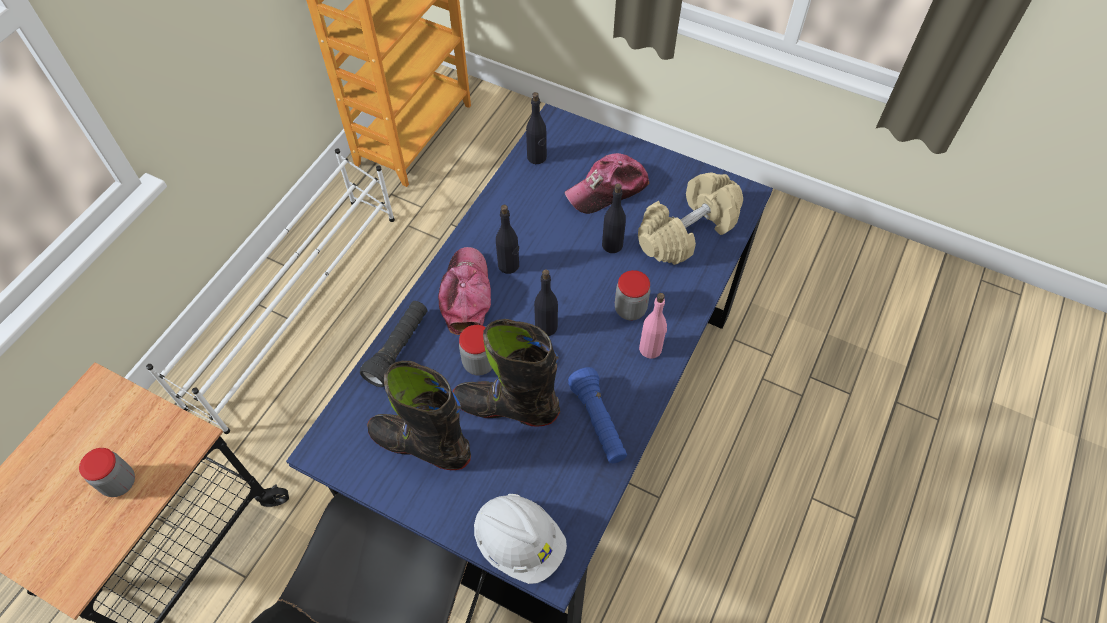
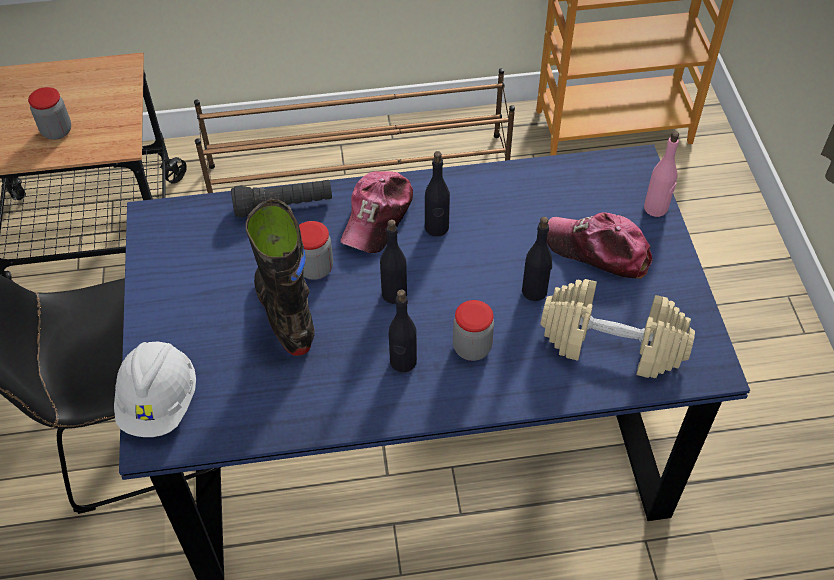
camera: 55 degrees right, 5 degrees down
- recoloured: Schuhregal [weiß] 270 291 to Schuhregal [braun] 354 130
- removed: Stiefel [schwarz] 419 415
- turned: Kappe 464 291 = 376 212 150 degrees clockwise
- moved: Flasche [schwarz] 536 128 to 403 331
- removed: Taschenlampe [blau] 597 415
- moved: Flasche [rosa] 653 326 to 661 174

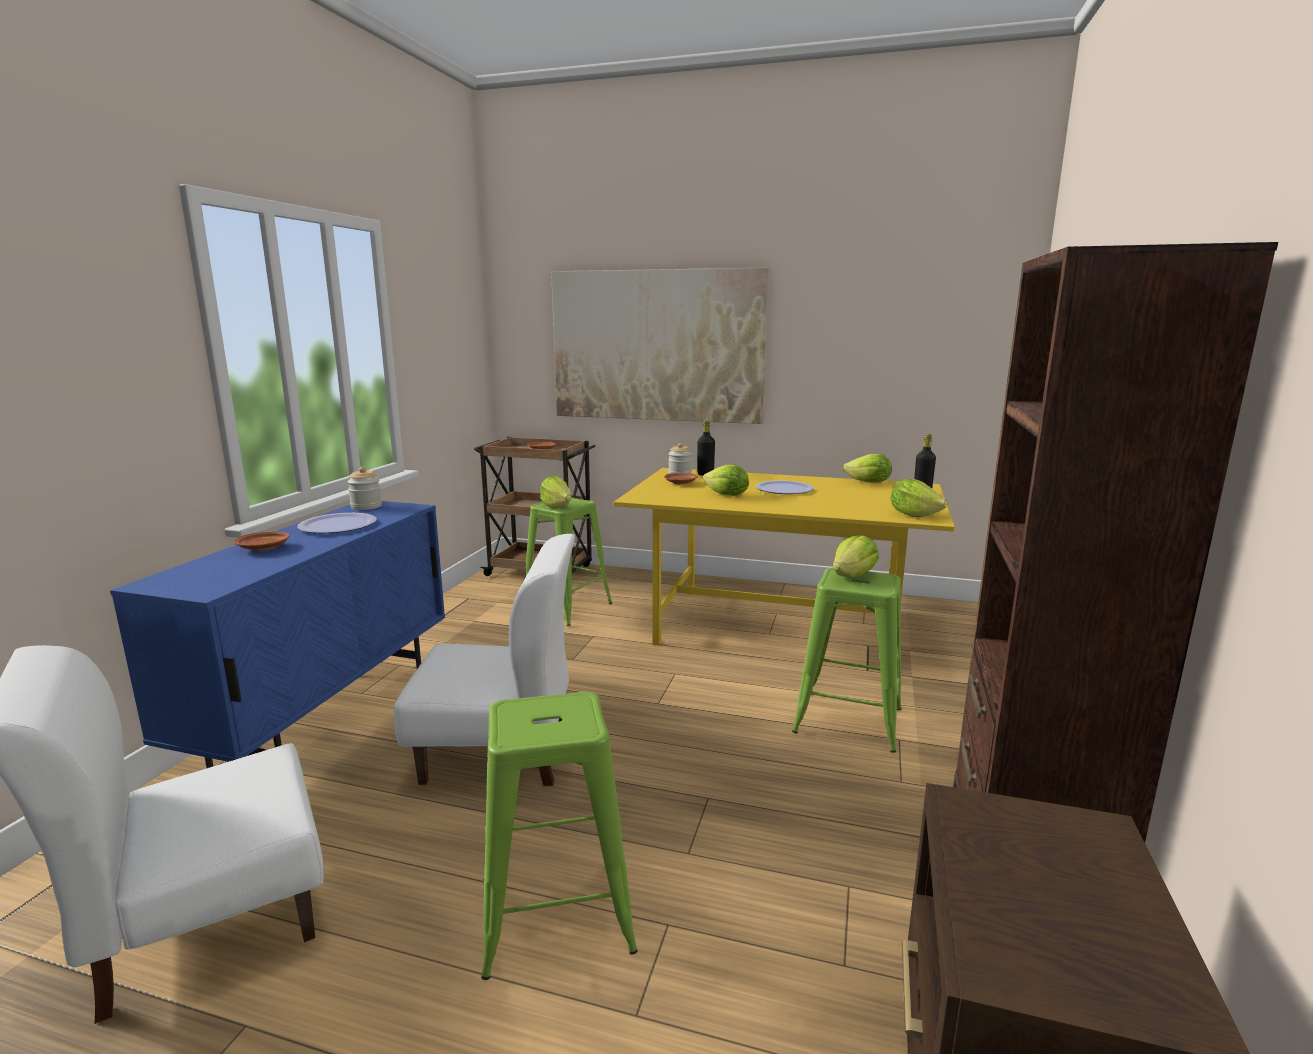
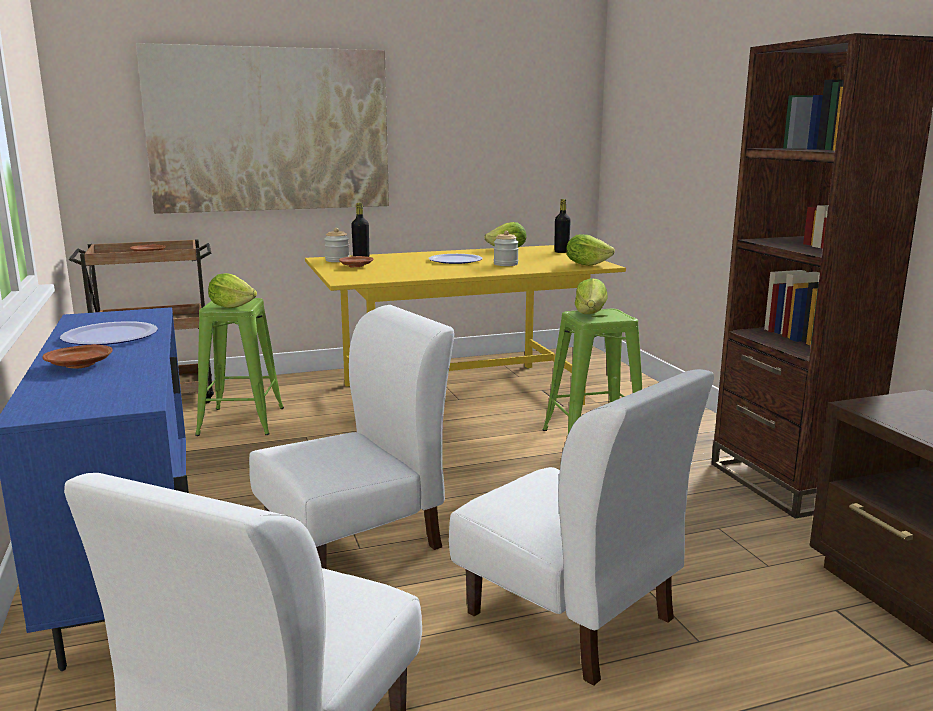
camera: 35 degrees left, 0 degrees up
- moved: Vorratsglas 364 488 to 506 248
- replaced: Hocker [grün] 559 836 to Stuhl [weiß] 581 527
- removed: Salatkopf 726 480

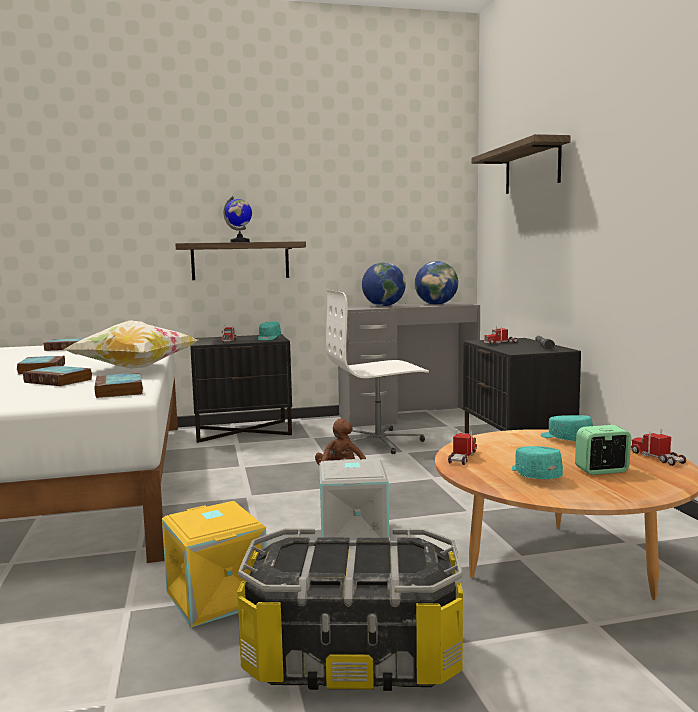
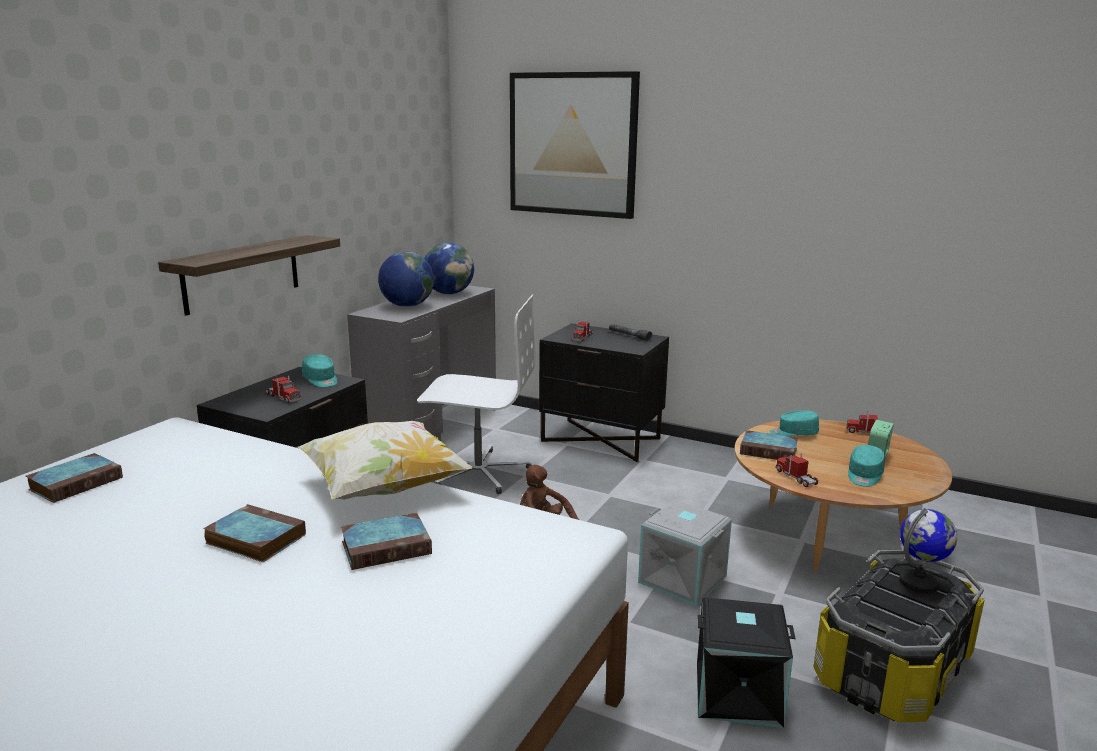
camera: 50 degrees left, 10 degrees up
- moved: Buch 118 385 to 769 445
- recoloured: Aufbewahrungsbox [gelb] 214 564 to Aufbewahrungsbox [schwarz] 746 662
- moved: Globus 238 219 to 928 551
- turned: Bürostuhl [weiß] 377 372 = 476 394 105 degrees counterclockwise
- replaced: Wandregal 521 164 to Bild 575 145
- turned: Kappe [türkis] 537 462 = 866 466 90 degrees counterclockwise

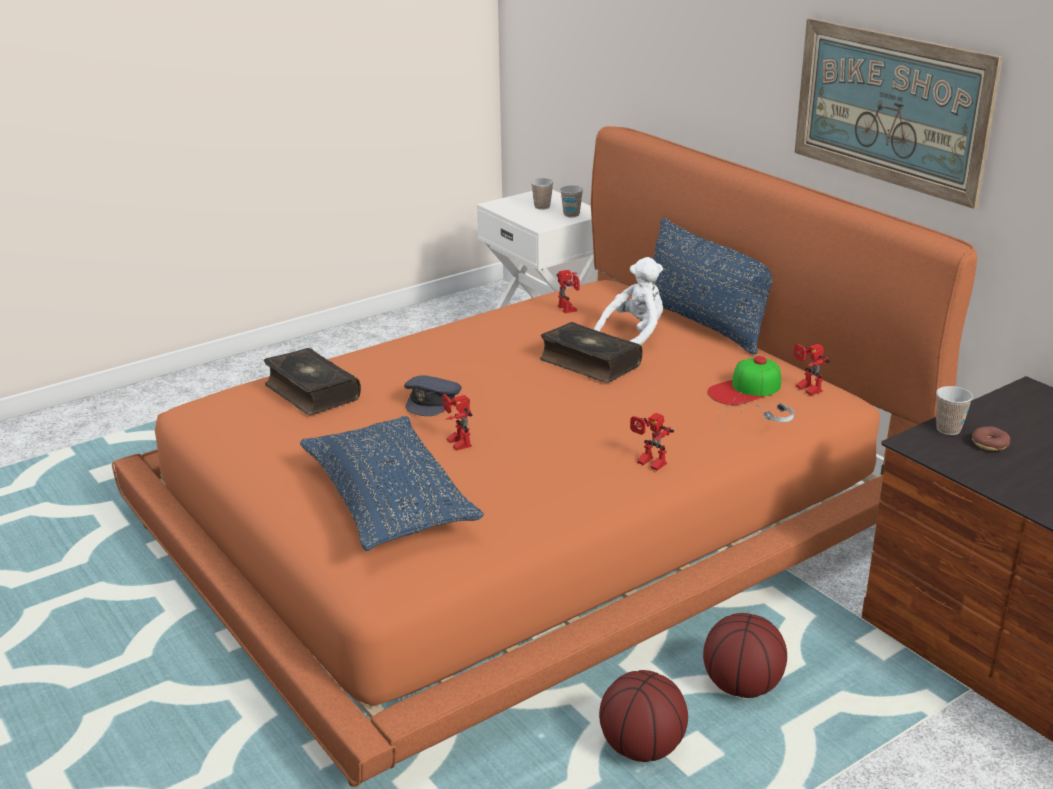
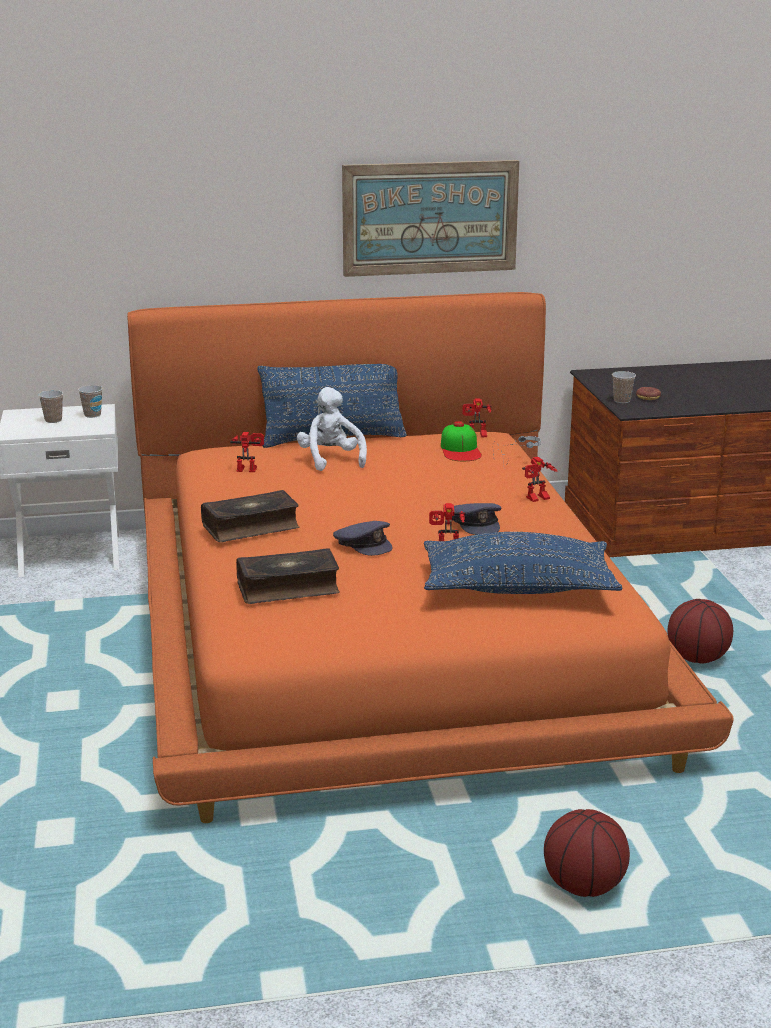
camera: 65 degrees left, 5 degrees down
- moved: Buch 591 352 to 250 516
- moved: Basketball 745 655 to 587 853
- added: Kappe [grau] 476 519

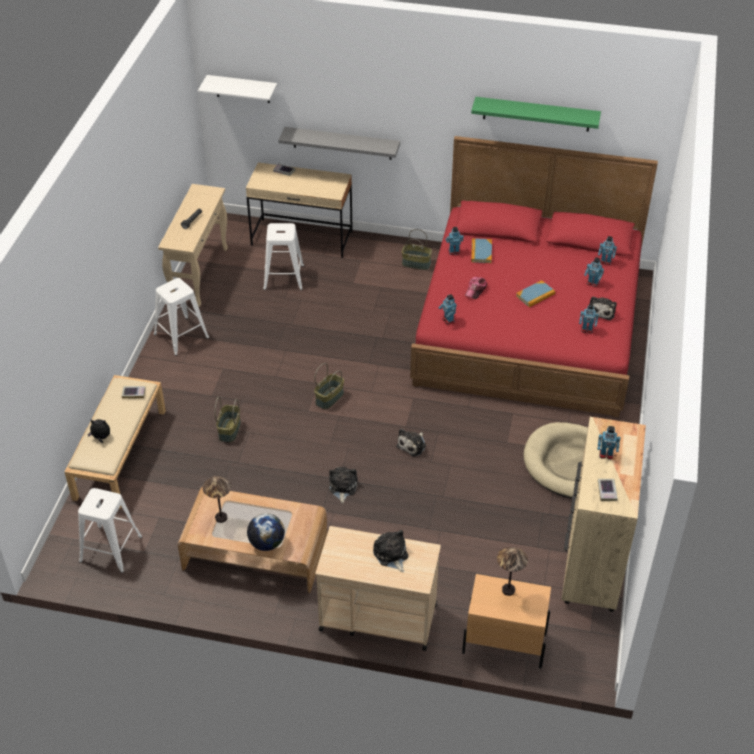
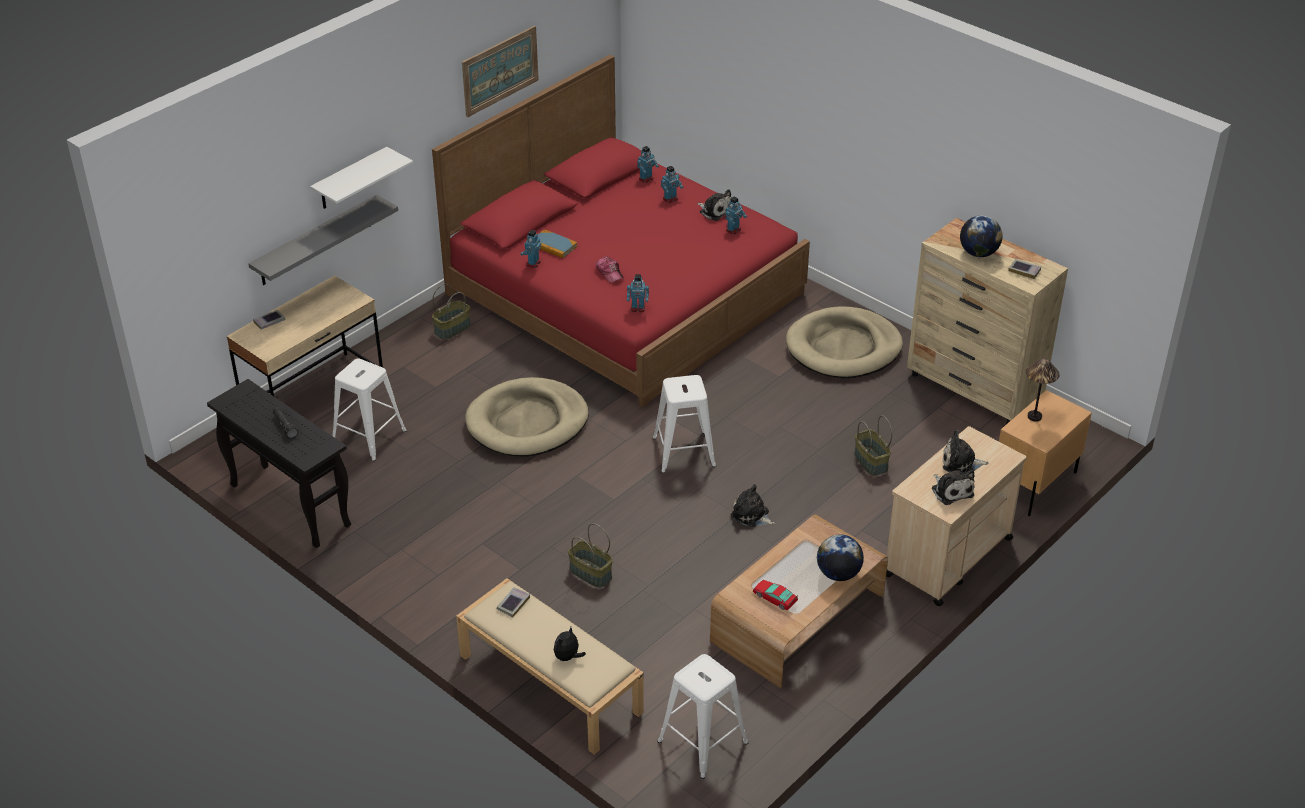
camera: 60 degrees left, 5 degrees down
- moved: Hocker [weiß] 181 317 to 684 424
- recoloured: Konsolentisch [beige] 193 245 to Konsolentisch [schwarz] 279 463
- moved: Wandregal [weiß] 237 89 to 361 178
- replaced: Tischlampe 217 499 to Spielzeugauto 775 595
- moved: Korb 329 386 to 873 445
- moved: Plüschtier 411 443 to 953 487
- replaced: Wandregal [grün] 536 114 to Bild 500 71
- removed: Buch 535 293
- replaced: Spielzeugroboter 608 442 to Globus 981 236
- added: Hundebett [beige] 527 417

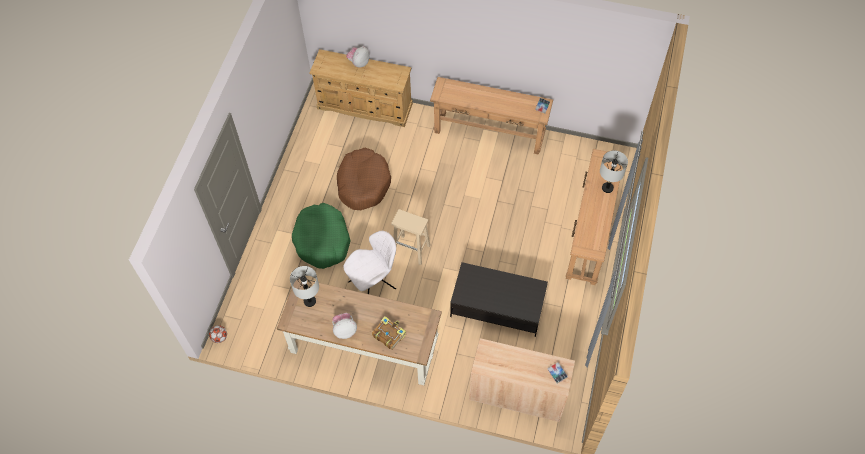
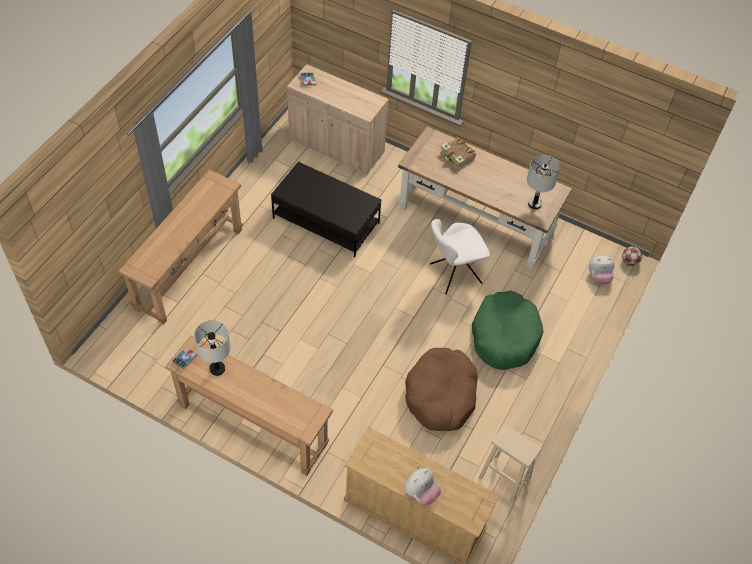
camera: 170 degrees left, 5 degrees down
- moved: Plüschtier 344 326 to 601 270
- moved: Hocker [beige] 410 237 to 510 463
- moved: Tischlampe [grau] 614 171 to 212 348

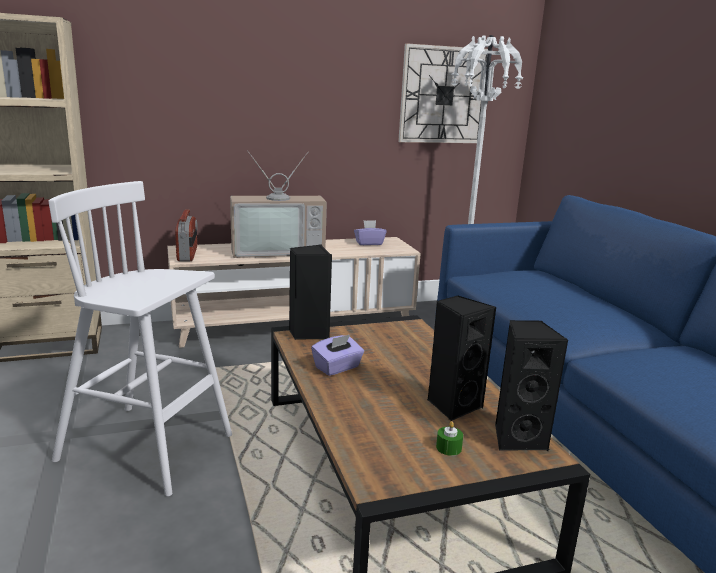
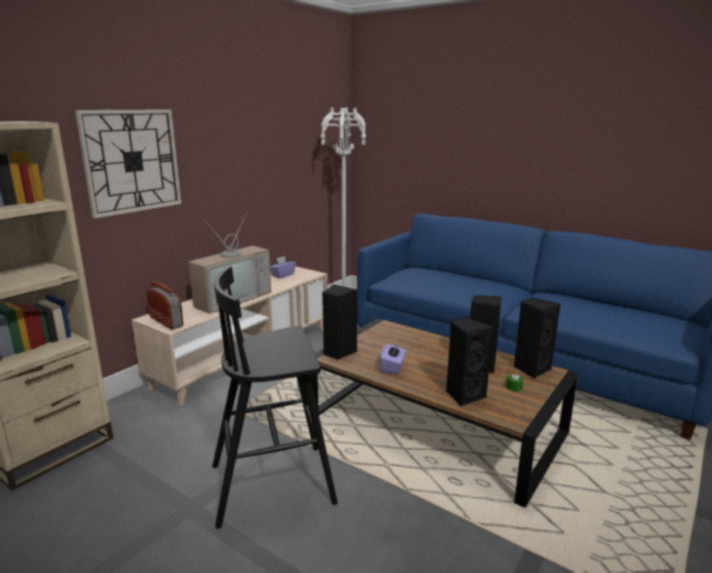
camera: 35 degrees left, 0 degrees up
- recoloured: Hocker [weiß] 140 338 to Hocker [schwarz] 275 398
- moved: Wanduhr 443 93 to 128 163
- added: Lautsprecher [schwarz] 469 361

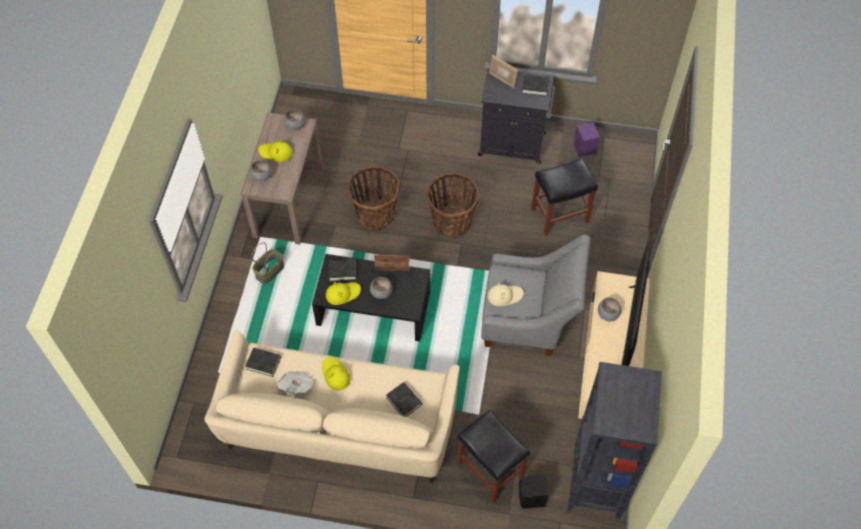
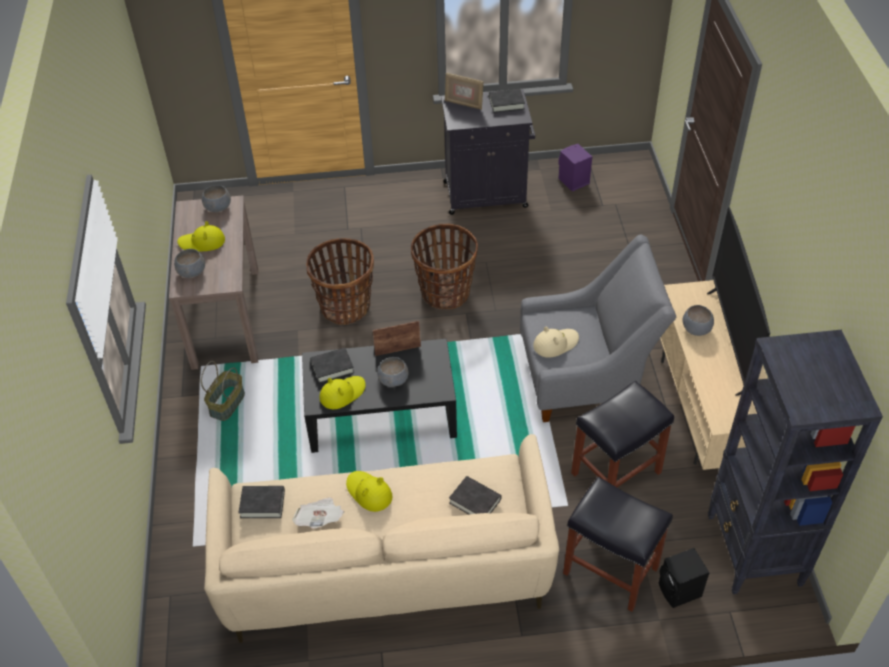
camera: 15 degrees left, 10 degrees down
- moved: Hocker [schwarz] 564 197 to 622 434

